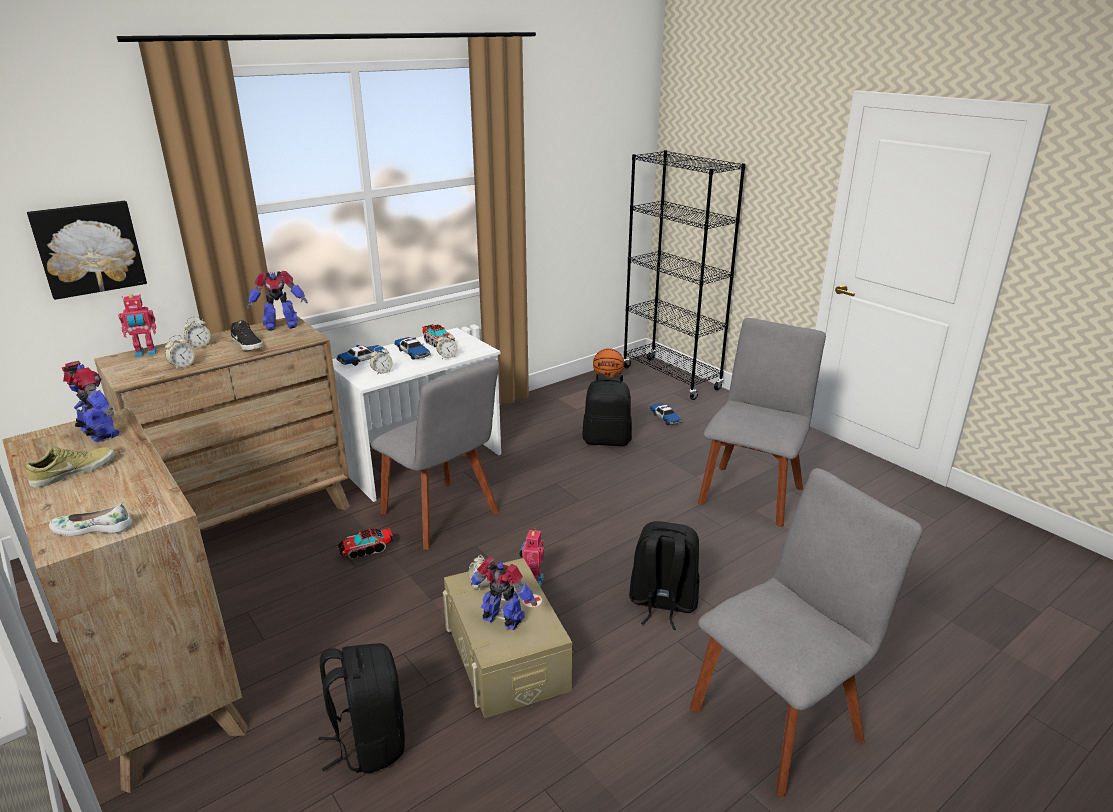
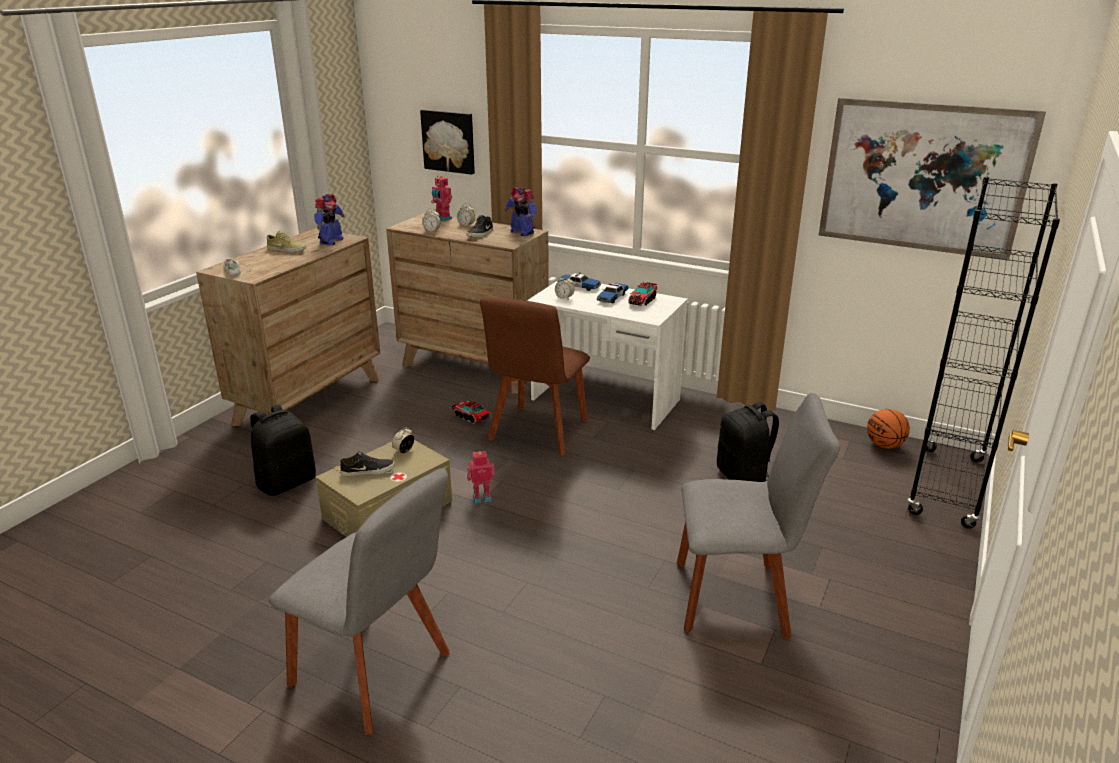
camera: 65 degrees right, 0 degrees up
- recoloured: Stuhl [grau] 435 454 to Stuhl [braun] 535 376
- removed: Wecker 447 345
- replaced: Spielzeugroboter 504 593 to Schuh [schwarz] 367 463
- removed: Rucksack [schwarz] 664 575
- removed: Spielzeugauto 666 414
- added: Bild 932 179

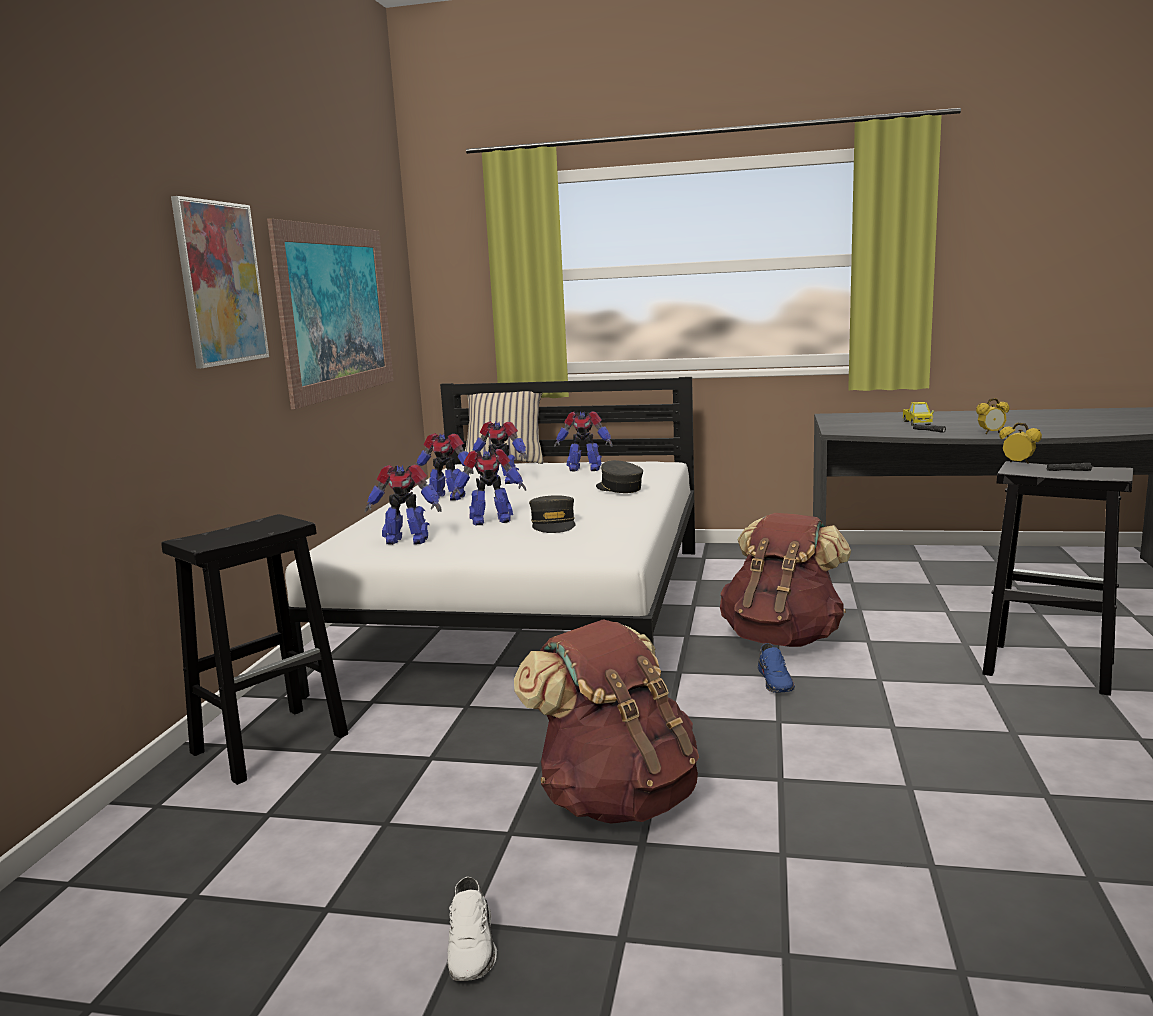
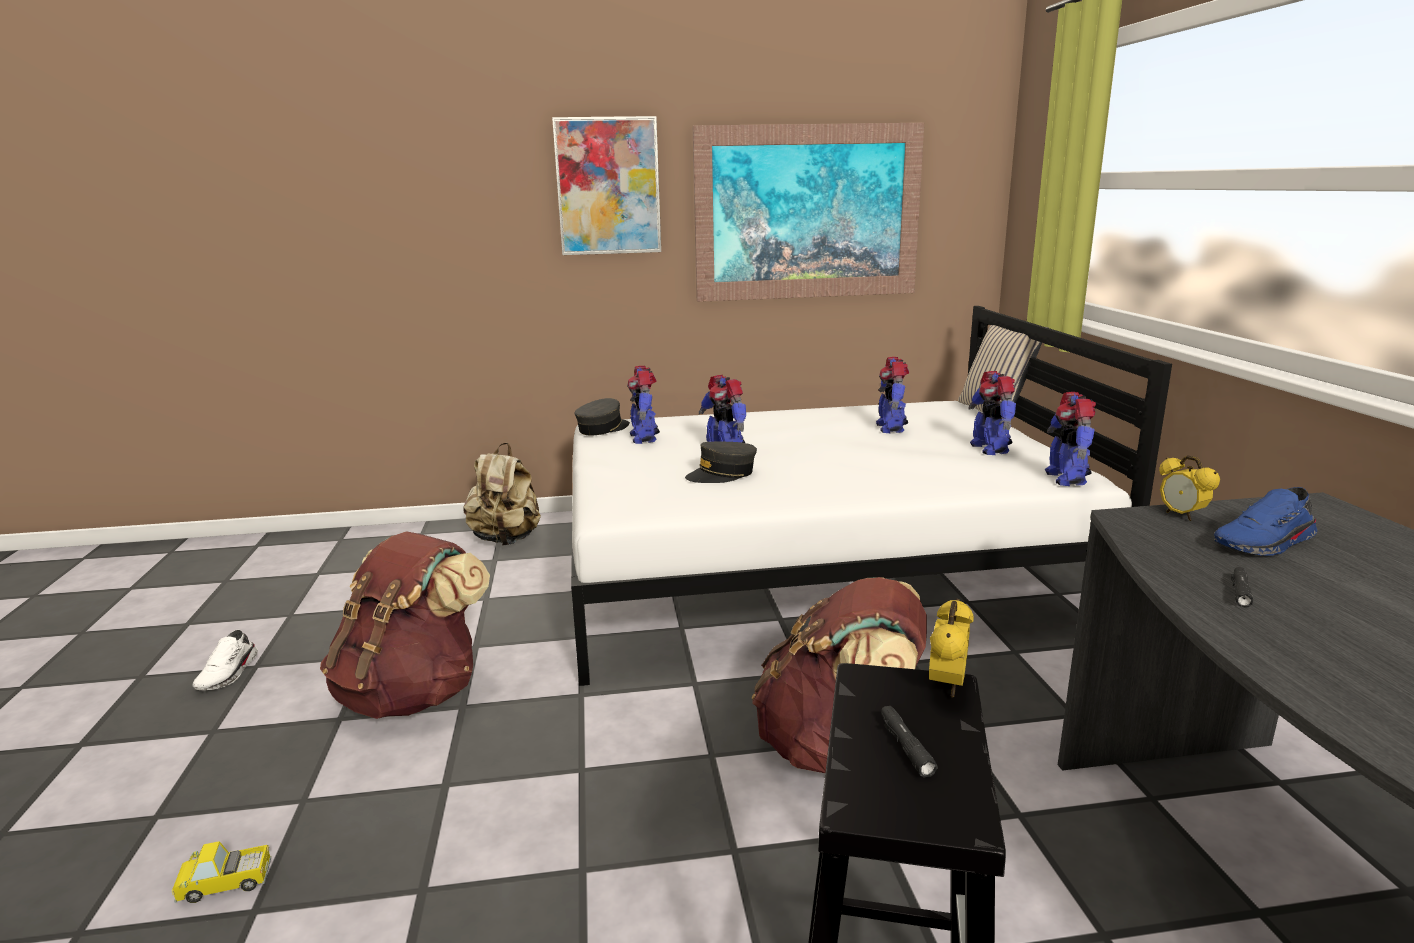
camera: 70 degrees right, 5 degrees up
- replaced: Hocker [schwarz] 254 649 to Rucksack [beige] 502 494
- moved: Spielzeugroboter 445 467 to 1070 439
- turned: Schuh [weiß] 472 929 = 225 659 60 degrees counterclockwise
- moved: Kappe [grau] 619 476 to 602 416
- moved: Schuh [blau] 776 668 to 1265 521
- moved: Spielzeuglaster 918 414 to 221 872
- moved: Wecker 992 416 to 1189 488

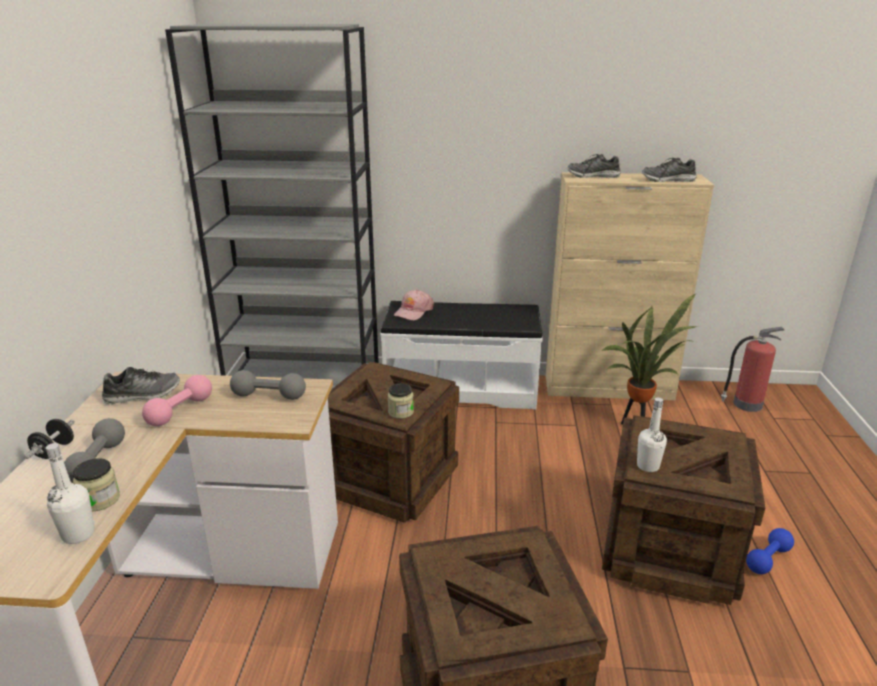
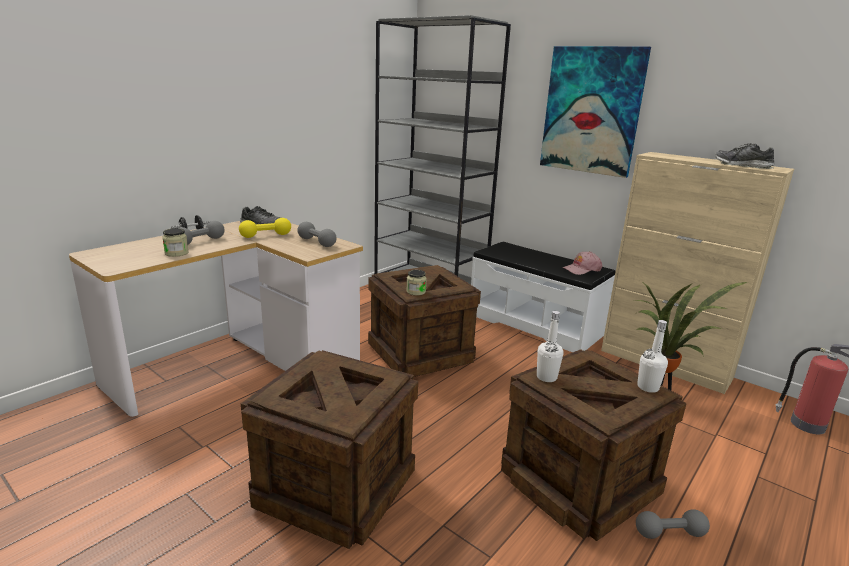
camera: 35 degrees right, 5 degrees down
- moved: Flasche [weiß] 70 493 to 652 356
- recoloured: Hantel [rosa] 177 400 to Hantel [gelb] 265 228
- moved: Kappe [rosa] 414 305 to 582 263
- removed: Schuh 594 166
- recoloured: Hantel [blau] 770 551 to Hantel [grau] 673 524
- added: Bild 595 112

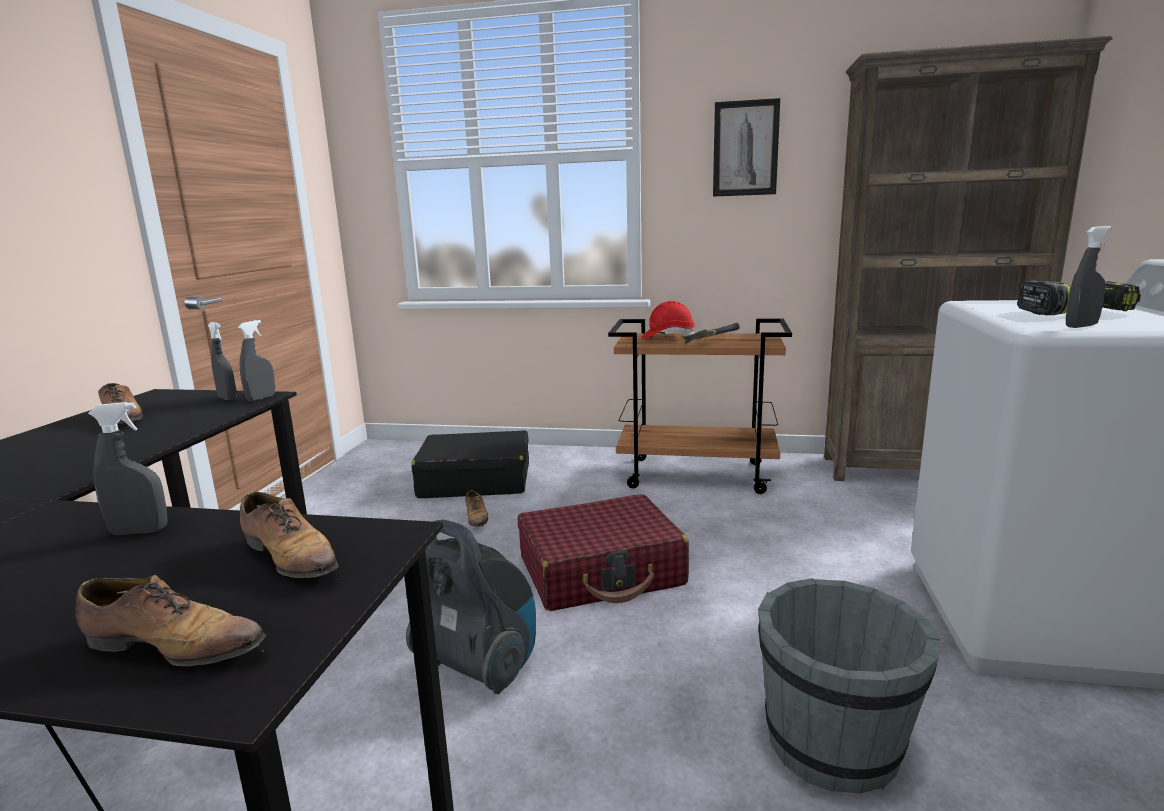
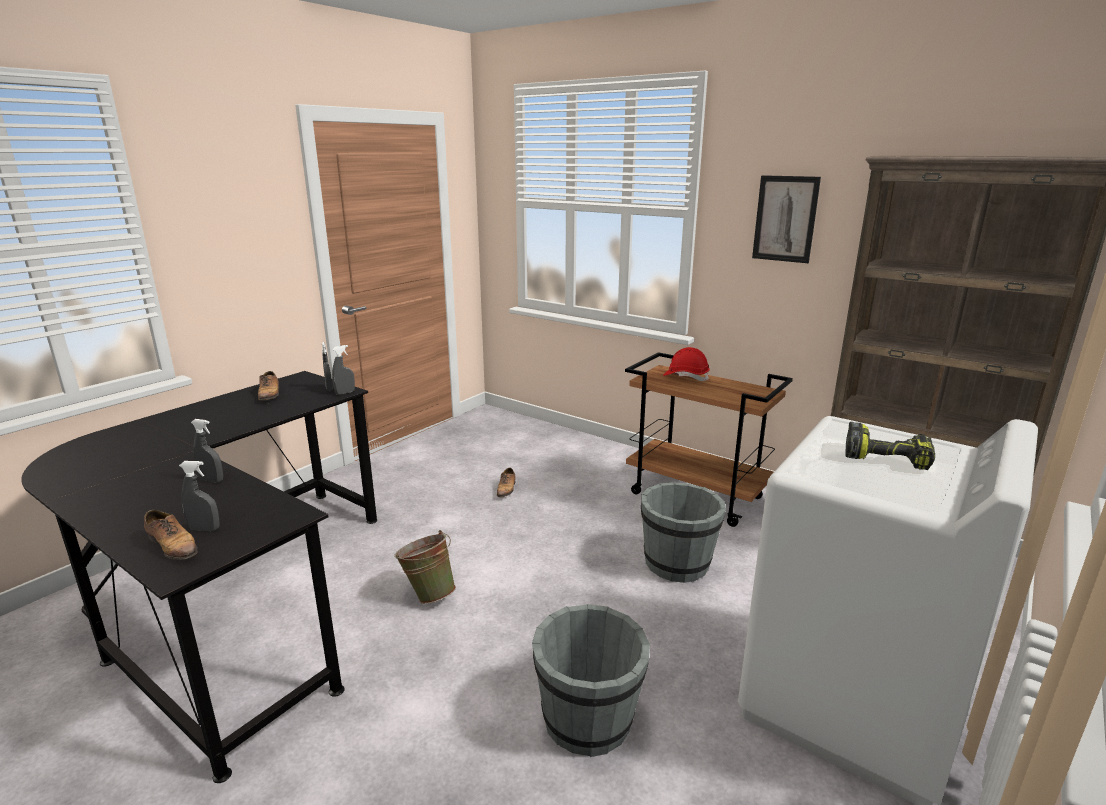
camera: 25 degrees right, 5 degrees up
- removed: Schuh 289 535
- replaced: Staubsauger 471 607 to Eimer [grün] 425 567
- removed: Koffer [schwarz] 470 464
- removed: Koffer [rot] 603 552
- removed: Hammer 711 333
- moved: Sprühflasche [grau] 1088 277 to 199 496
- added: Eimer [grau] 683 532

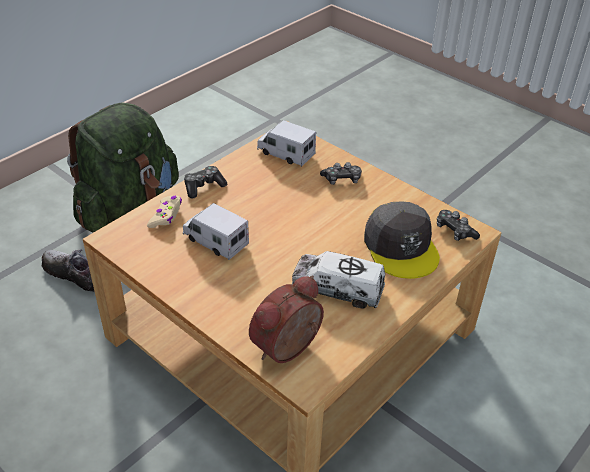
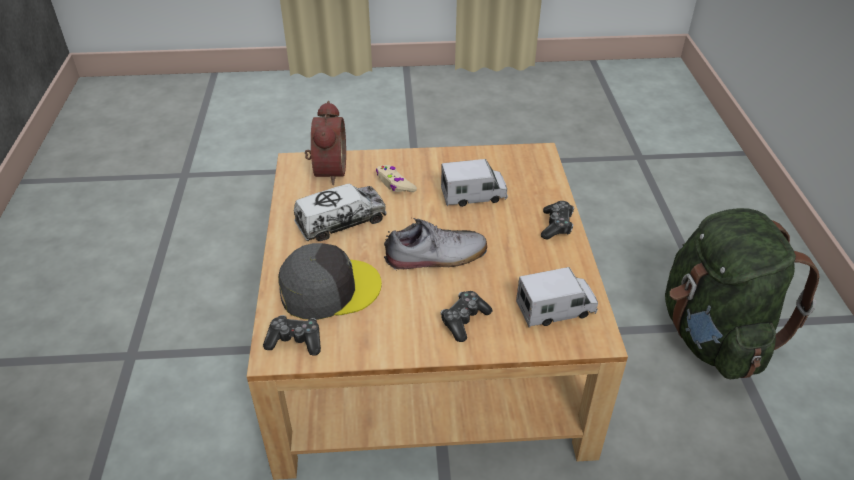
camera: 135 degrees right, 0 degrees up
- moved: Schuh 68 271 to 435 244
- moved: Gamepad [beige] 164 211 to 396 178
- turned: Kappe [grau] 402 240 = 330 281 135 degrees clockwise

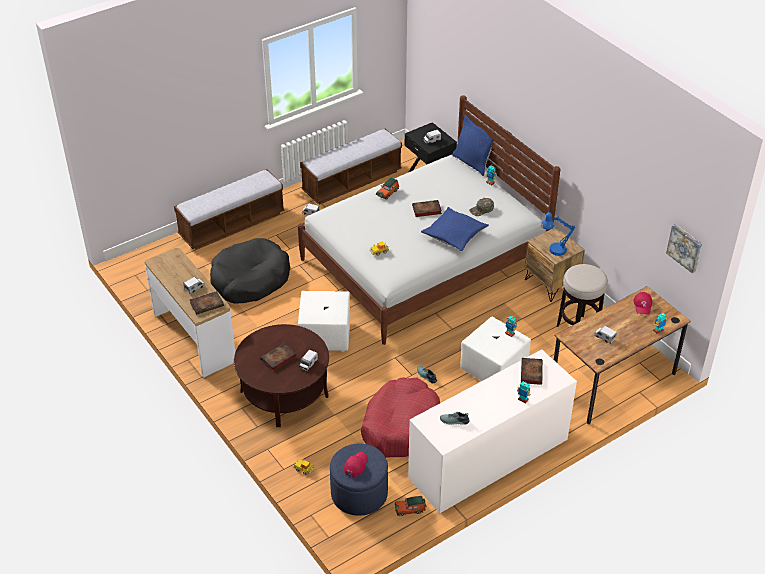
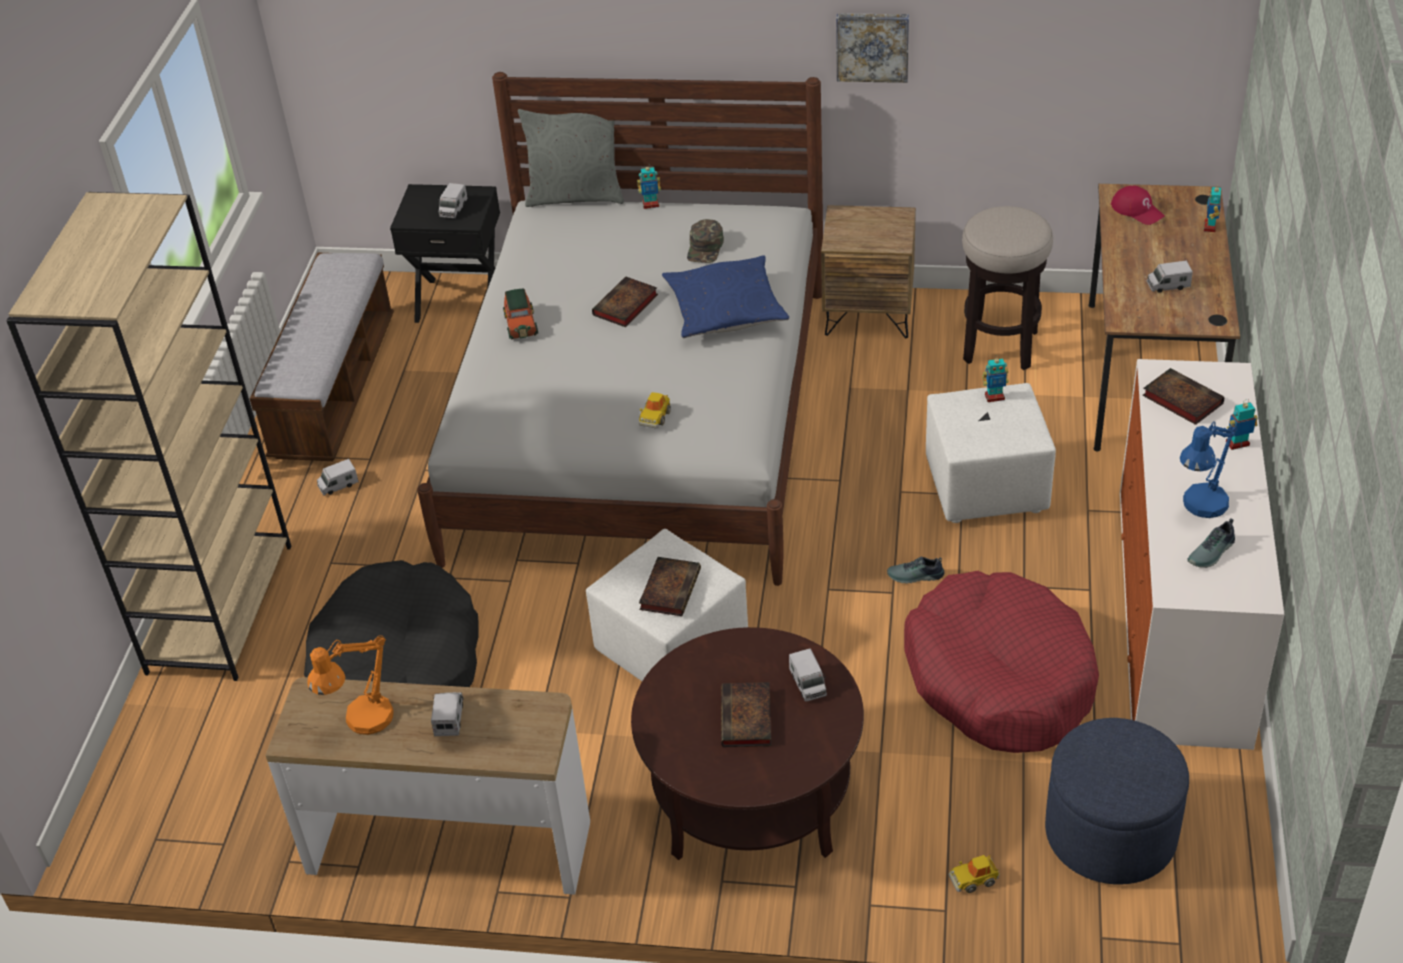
camera: 45 degrees left, 0 degrees up
- replaced: Bank 229 209 to Bücherregal [beige] 149 436
- moved: Buch 207 303 to 670 586
- removed: Kappe [rot] 356 464
- removed: Spielzeugauto 411 506
- recoloured: Kissen [blau] 473 145 to Kissen [grau] 571 158
- moved: Tischlampe [blau] 558 234 to 1208 469
- moved: Bild 684 248 to 872 48
- added: Tischlampe [orange] 350 685

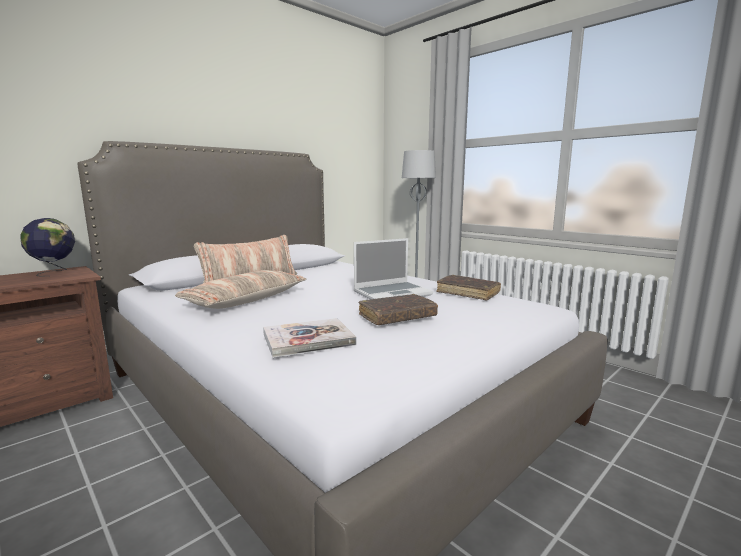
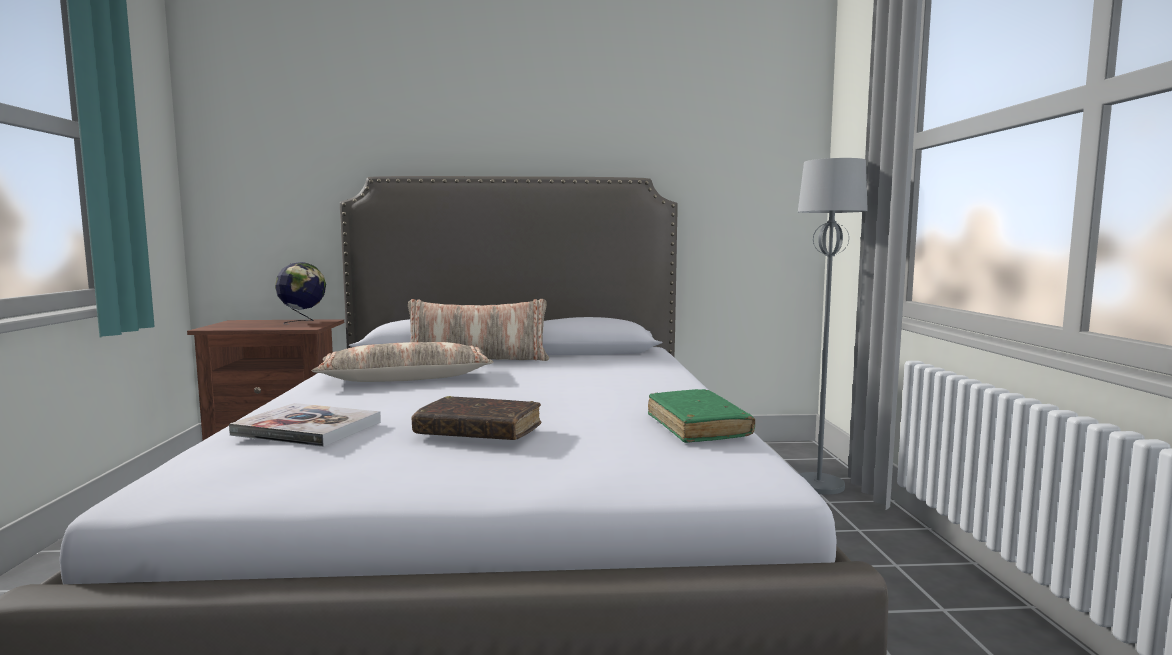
camera: 40 degrees right, 5 degrees down
- removed: Laptop 393 268
- recoloured: Buch [braun] 468 288 to Buch [grün] 701 416

